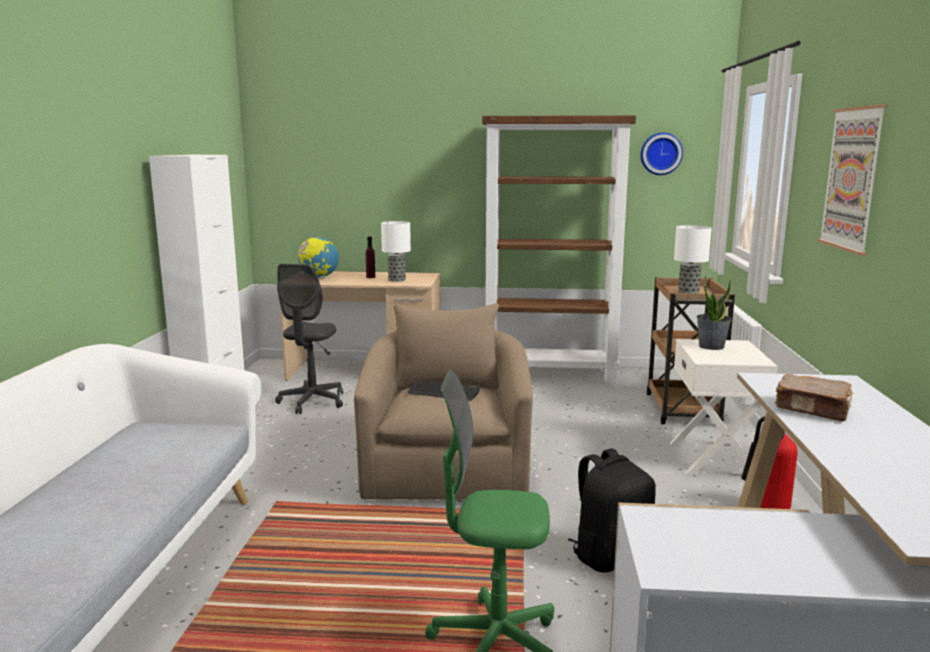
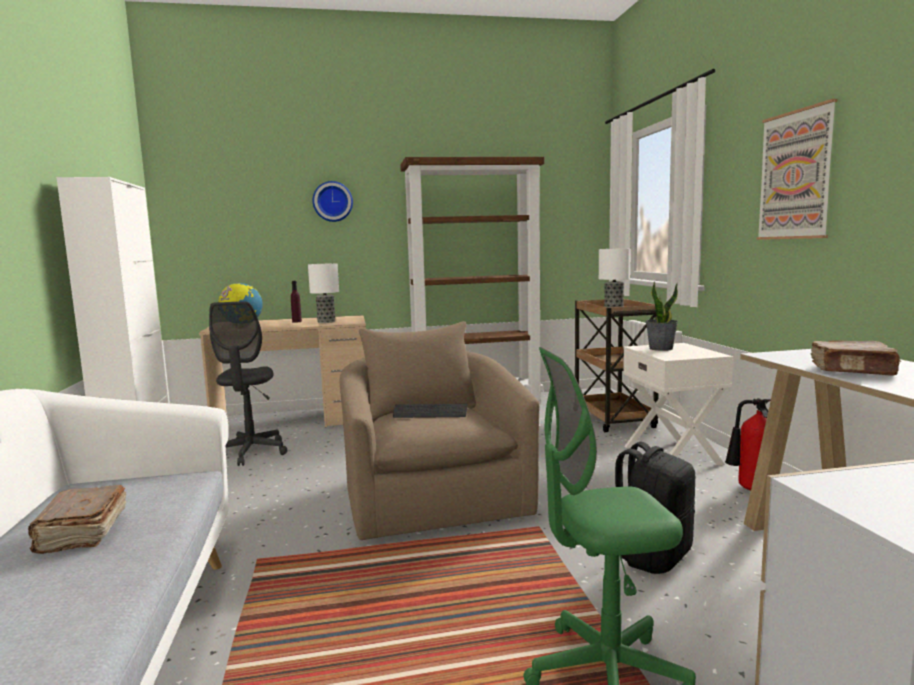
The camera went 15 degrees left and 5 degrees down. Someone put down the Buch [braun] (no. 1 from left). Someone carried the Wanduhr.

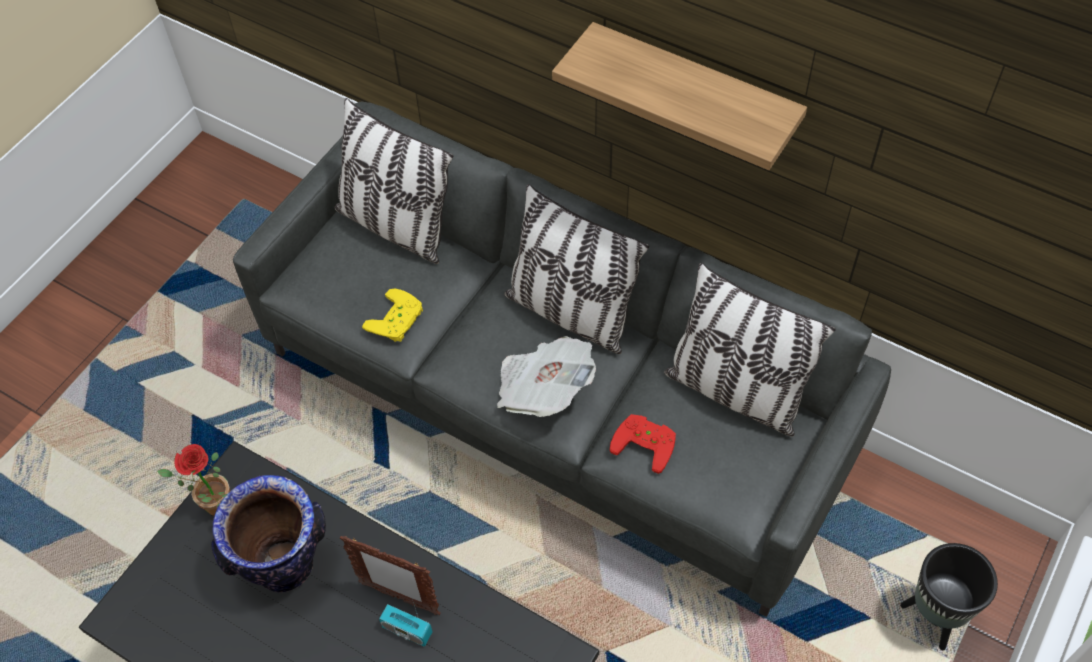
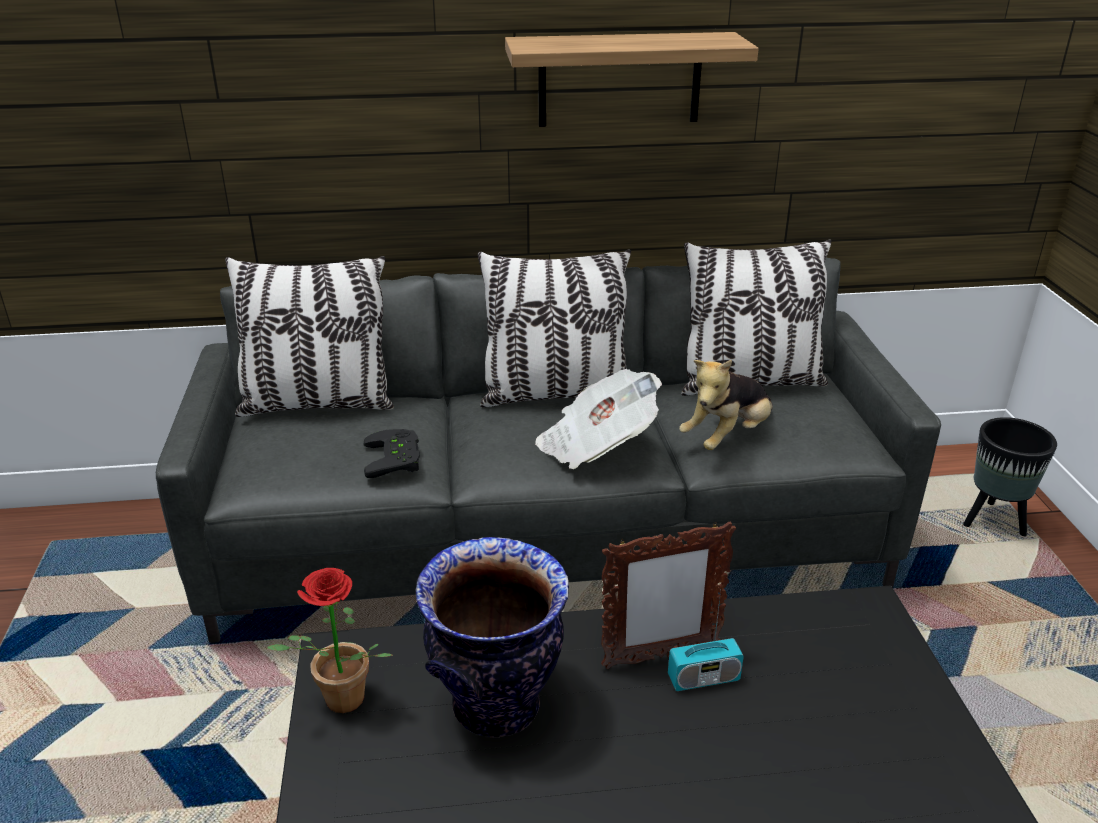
The camera went 40 degrees left and 25 degrees down. Someone swapped the Gamepad [rot] for the Plüschtier. Someone repainted the Gamepad [gelb], which became the Gamepad [schwarz].

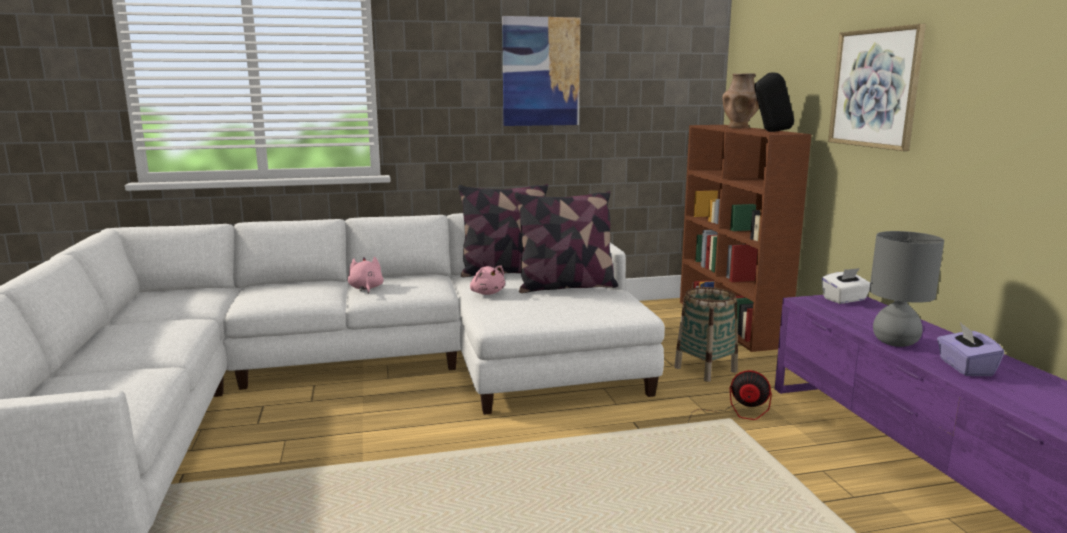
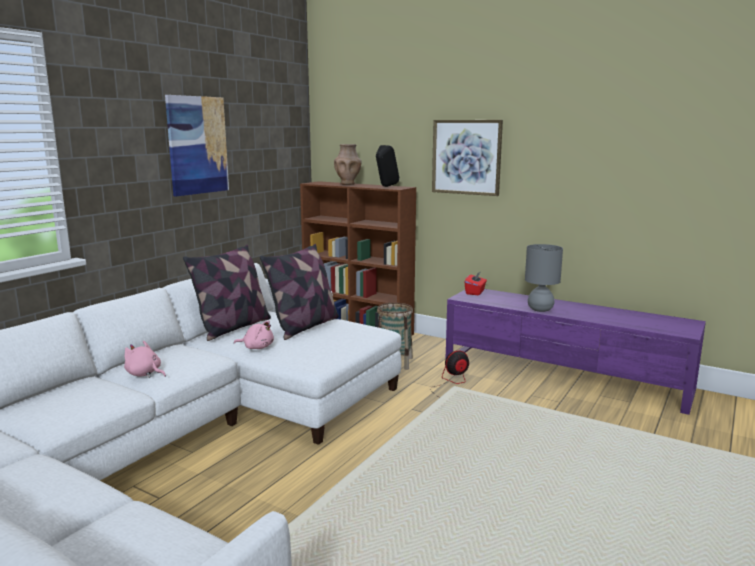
The camera went 45 degrees left and 0 degrees up. Someone took away the Taschentuchbox [lila]. Someone repainted the Taschentuchbox [weiß], which became the Taschentuchbox [rot].

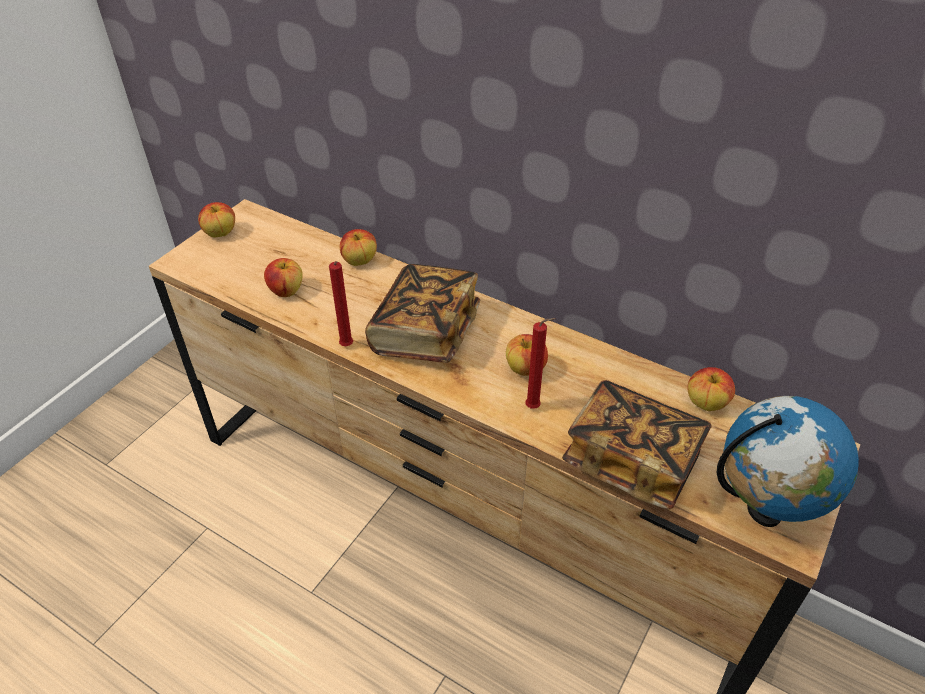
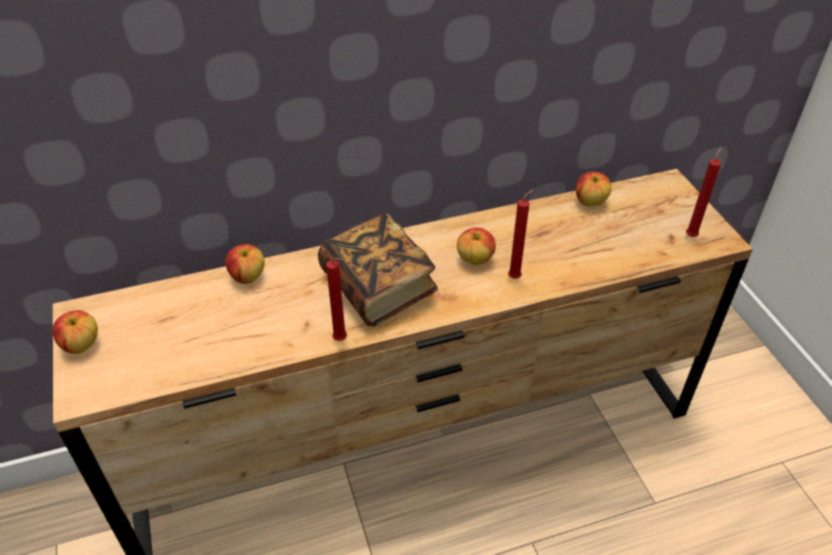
The camera went 50 degrees left and 0 degrees up. Someone took away the Apfel (no. 2 from left). Someone took away the Buch (no. 2 from left). Someone swapped the Globus for the Kerze [rot] (no. 3 from left).

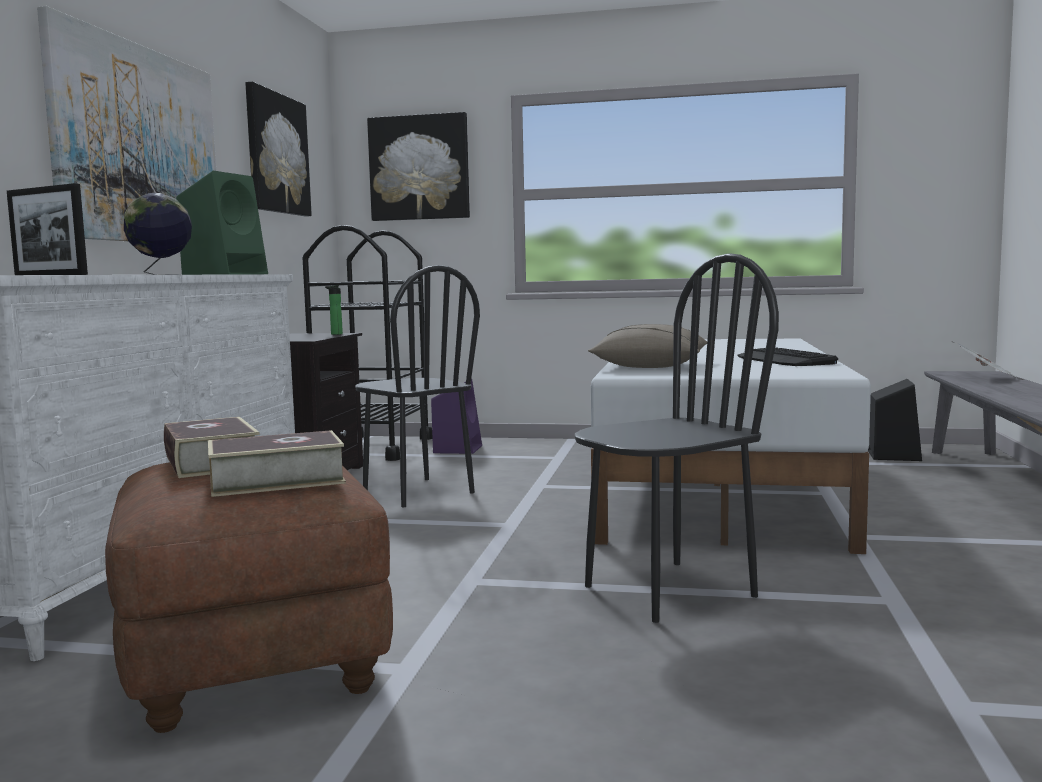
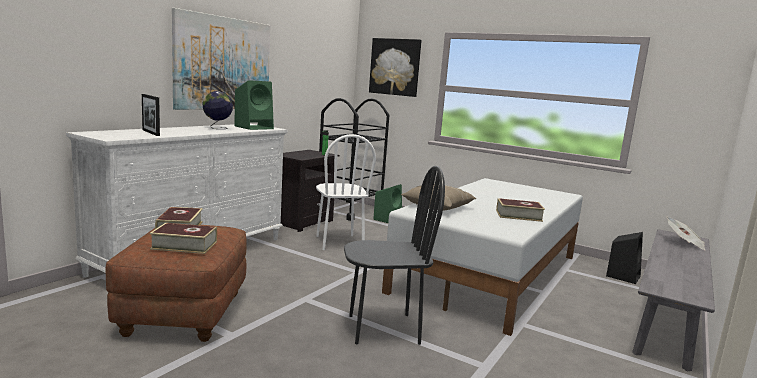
The camera went 20 degrees right and 5 degrees up. Someone took away the Bild (no. 2 from left). Someone swapped the Tastatur for the Buch (no. 3 from left). Someone repainted the Stuhl [schwarz] (no. 1 from left), which became the Stuhl [weiß]. Someone repainted the Lautsprecher [lila], which became the Lautsprecher [grün] (no. 2 from left).

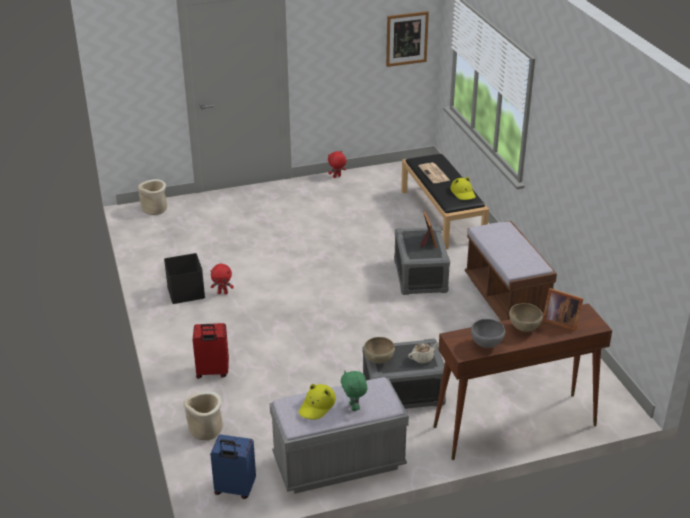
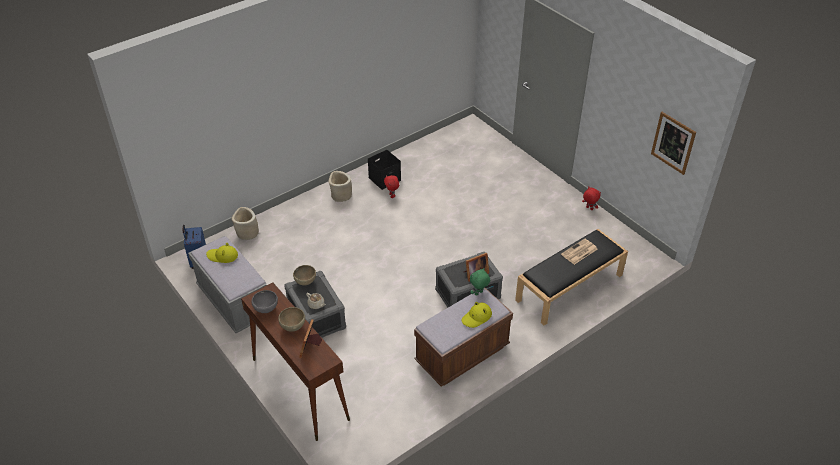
The camera went 70 degrees right and 10 degrees up. Someone took away the Koffer [rot]. Someone carried the Pflanzkübel [beige] (no. 1 from left in the first image). Someone carried the Plüschtier [grün]. Someone carried the Hut [gelb] (no. 2 from left).

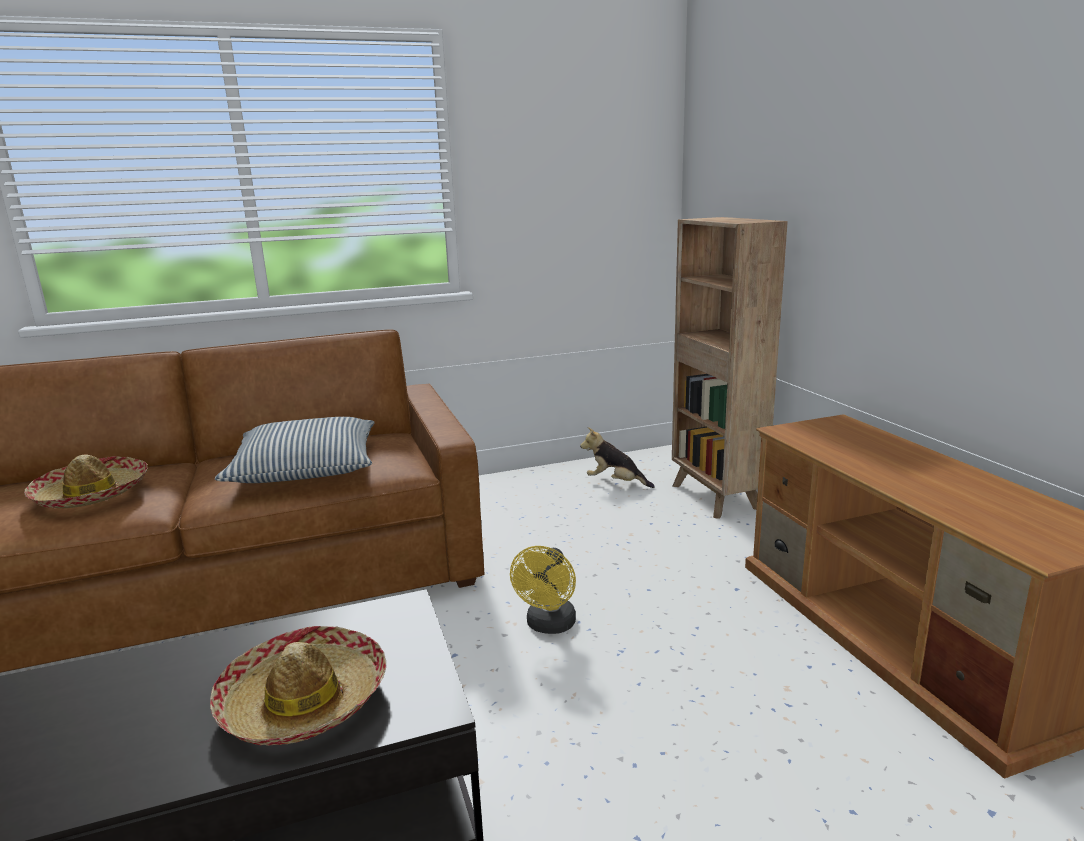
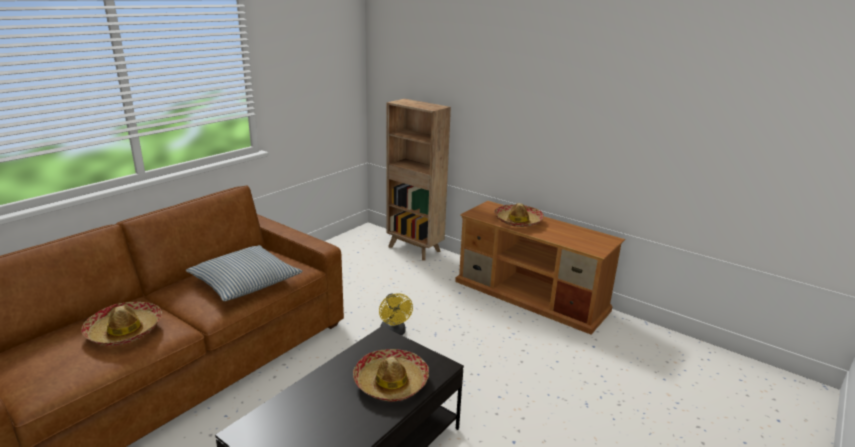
The camera went 35 degrees left and 5 degrees up. Someone took away the Plüschtier. Someone put down the Hut (no. 3 from left).

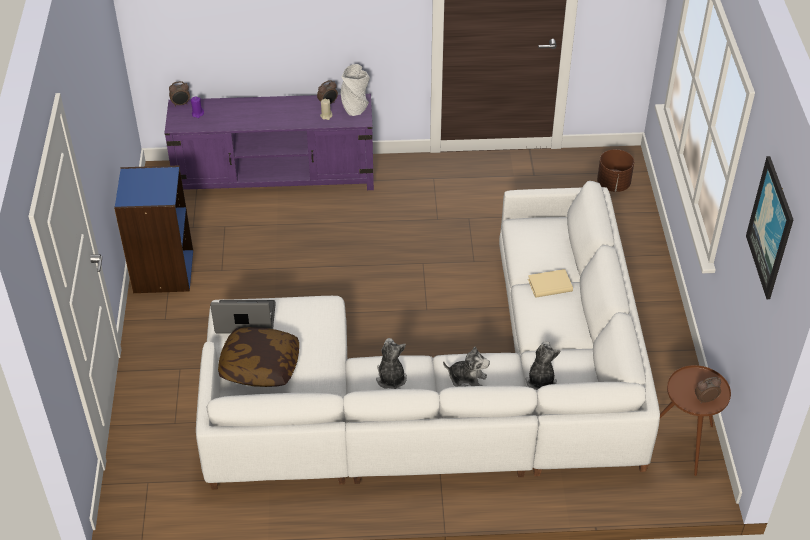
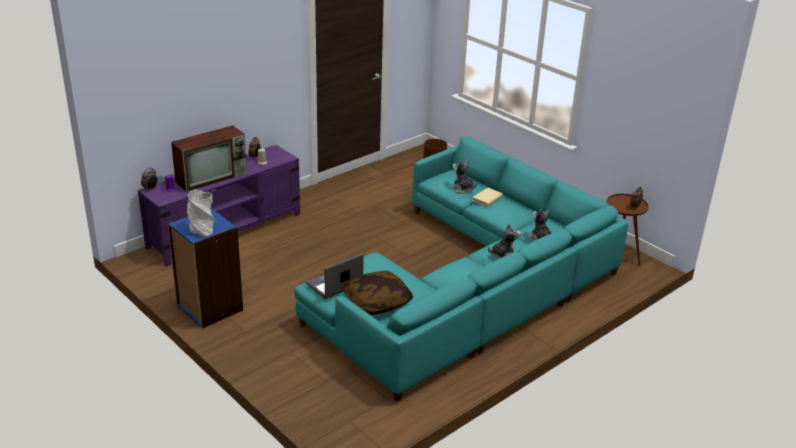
The camera went 40 degrees left and 15 degrees down. Someone took away the Bild. Someone put down the Fernseher. Someone carried the Vase [grau]. Someone carried the Plüschtier (no. 1 from left). Someone repainted the Sofa [weiß], which became the Sofa [türkis].

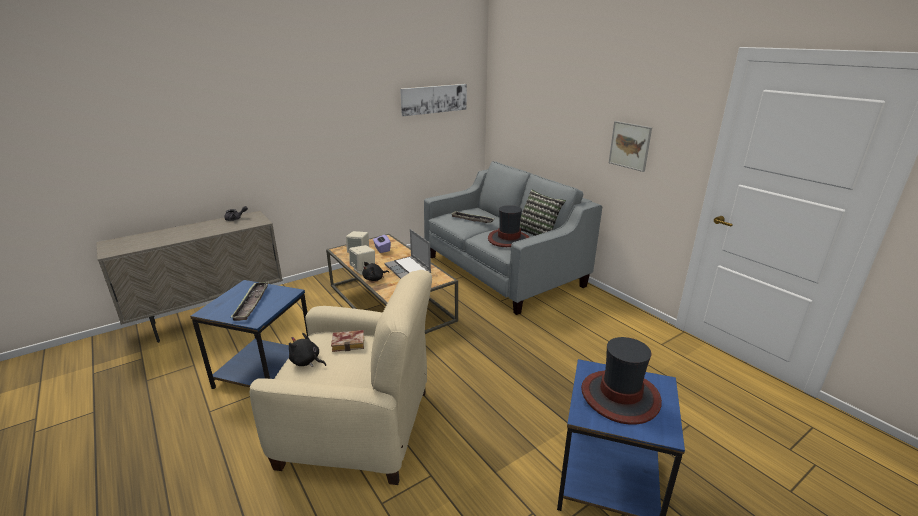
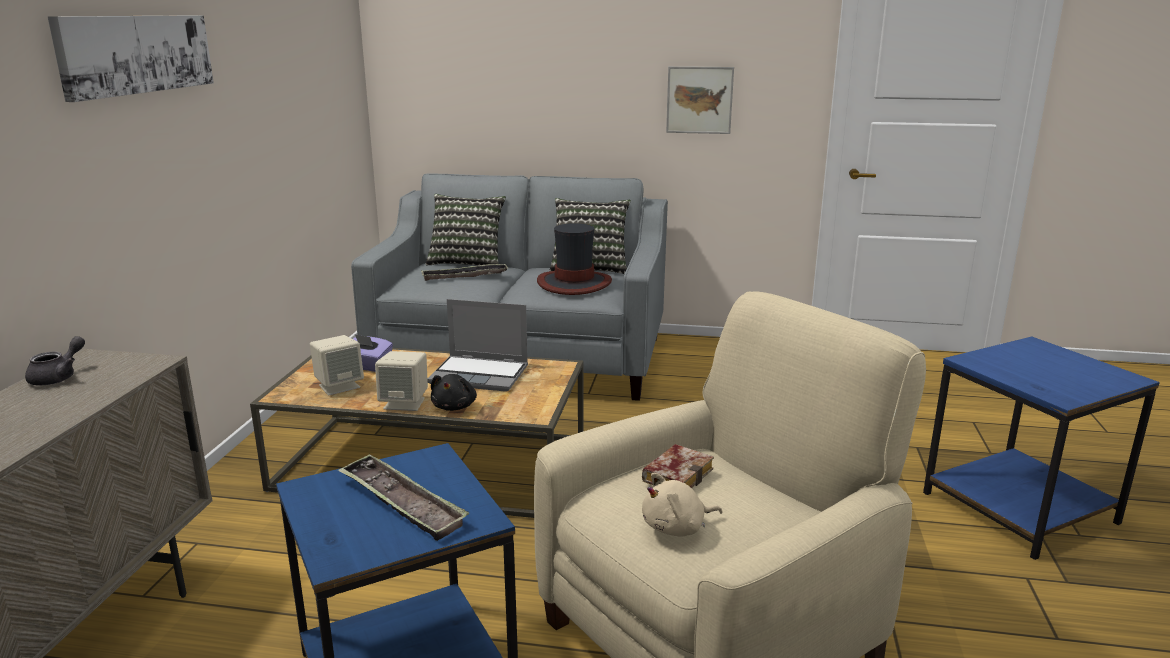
The camera went 45 degrees left and 5 degrees down. Someone took away the Hut (no. 2 from left). Someone put down the Kissen (no. 1 from left). Someone carried the Bild (no. 1 from left). Someone repainted the Plüschtier [schwarz] (no. 1 from left), which became the Plüschtier [beige].

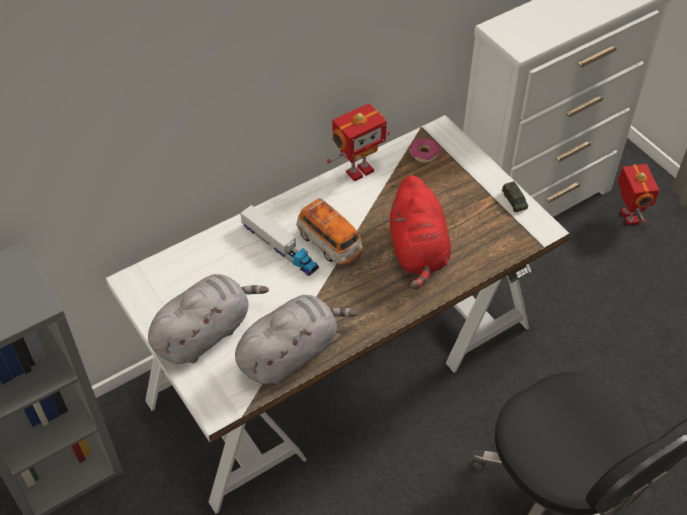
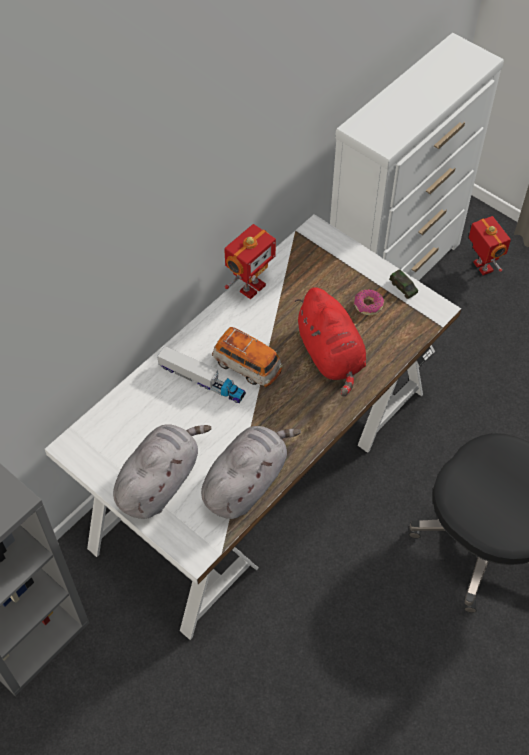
The camera went 15 degrees left and 5 degrees up. Someone carried the Donut.

